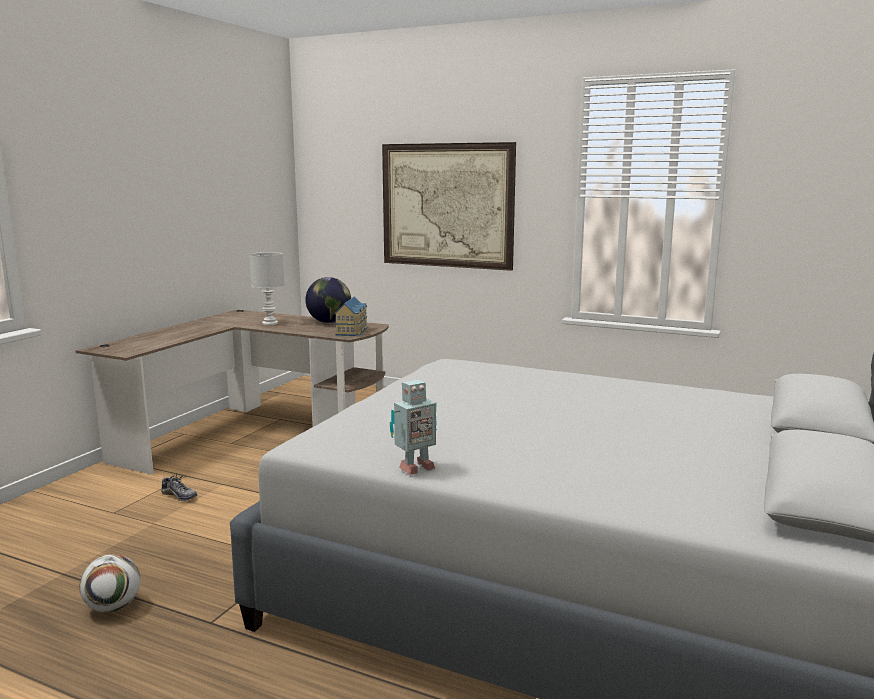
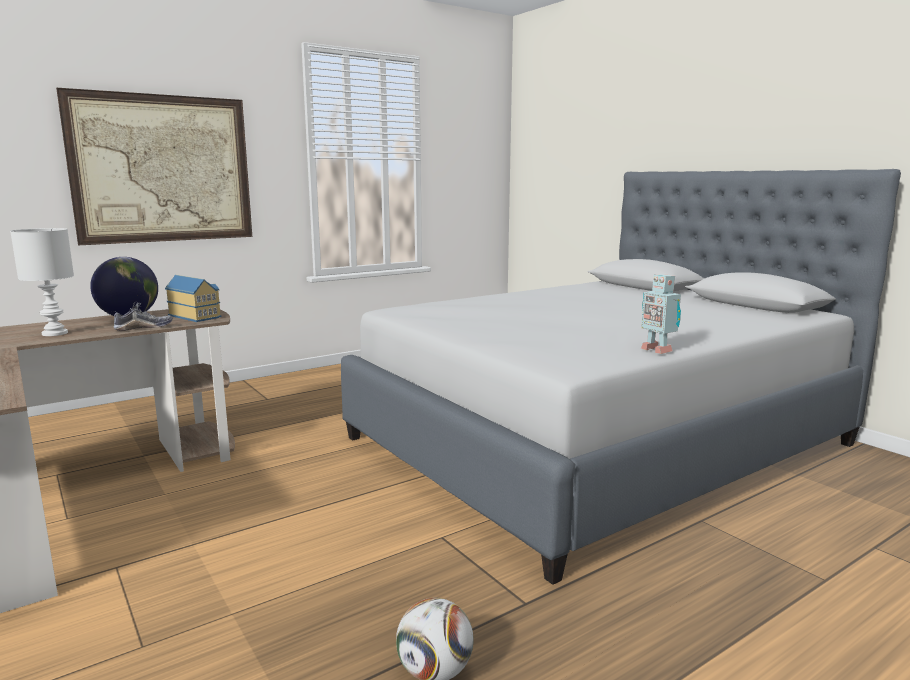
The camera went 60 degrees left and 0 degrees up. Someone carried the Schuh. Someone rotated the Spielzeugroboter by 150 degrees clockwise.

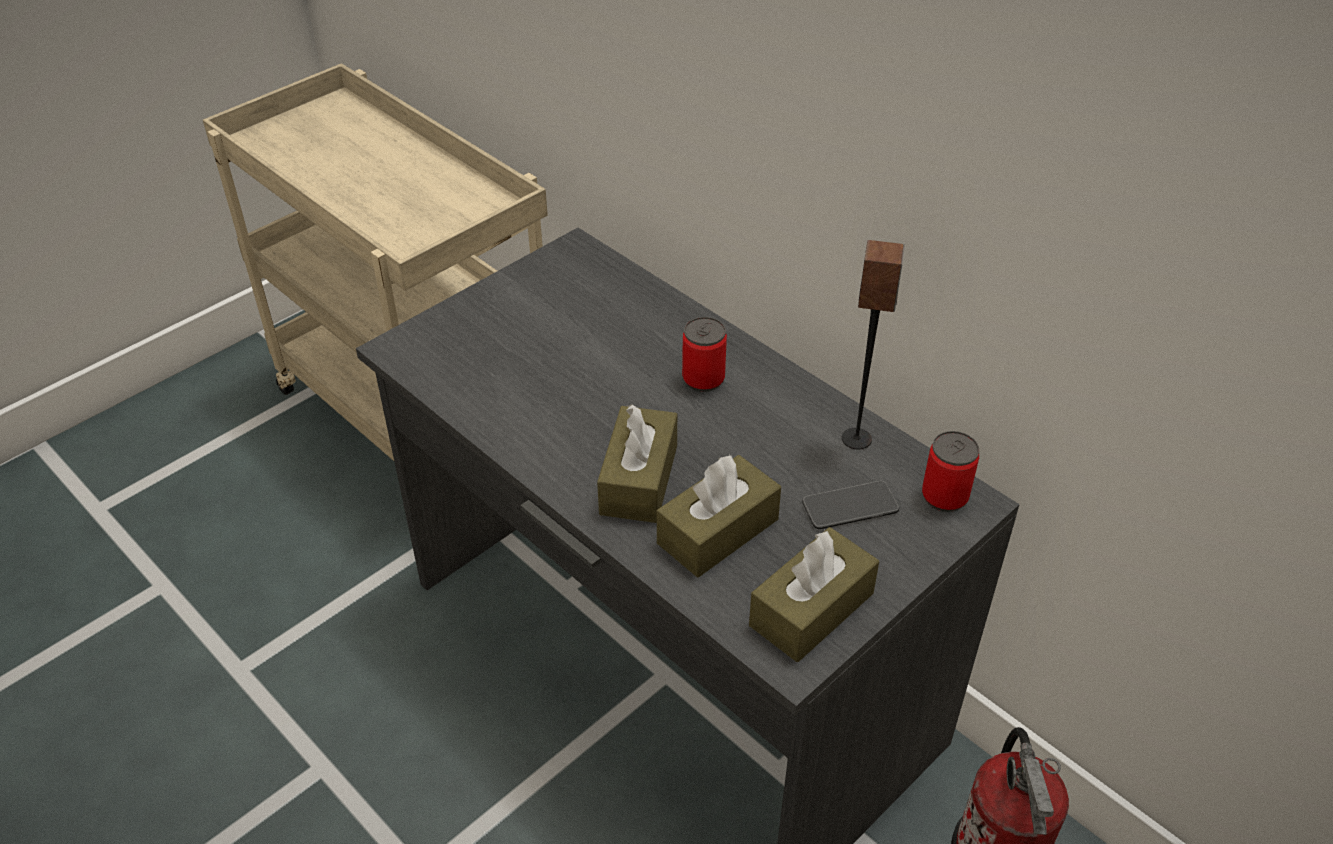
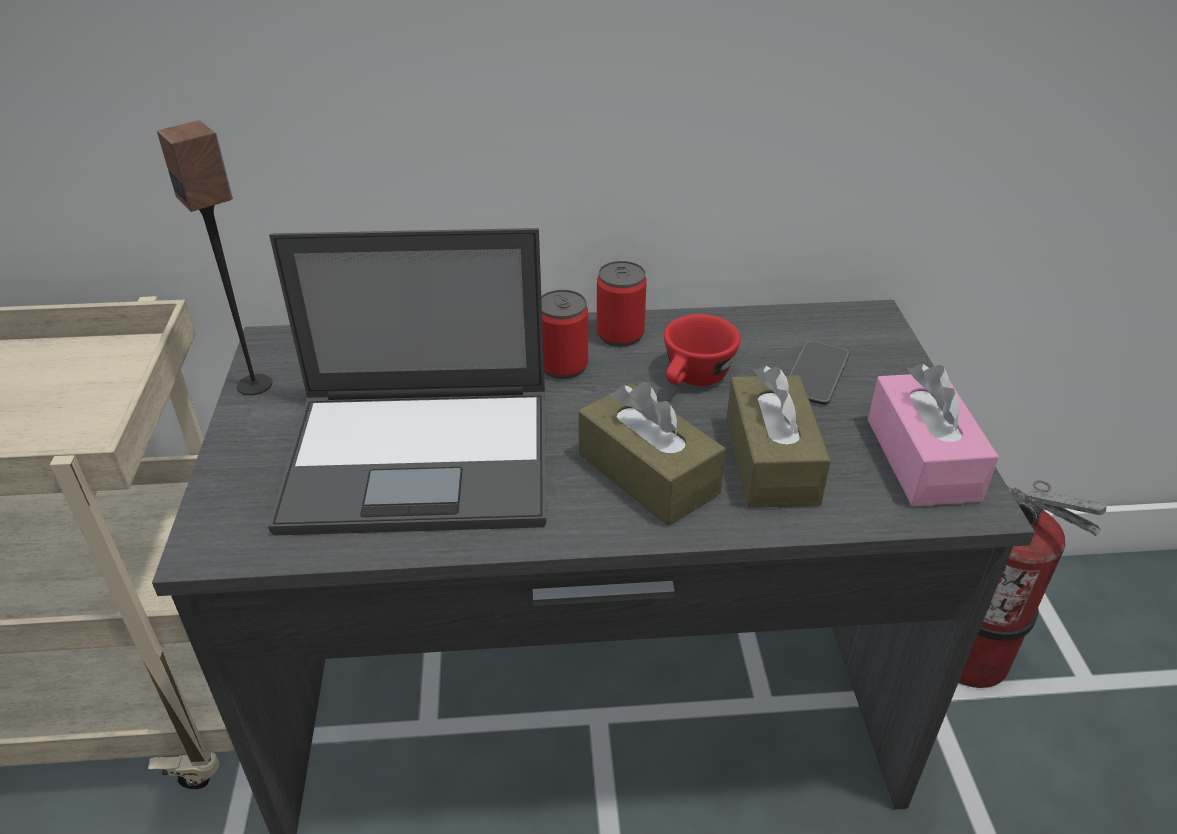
The camera went 50 degrees left and 5 degrees down. Someone put down the Laptop. Someone put down the Tasse [rot]. Someone carried the Lautsprecher. Someone carried the Dose (no. 2 from left). Someone repainted the Taschentuchbox [braun] (no. 3 from left), which became the Taschentuchbox [rosa].

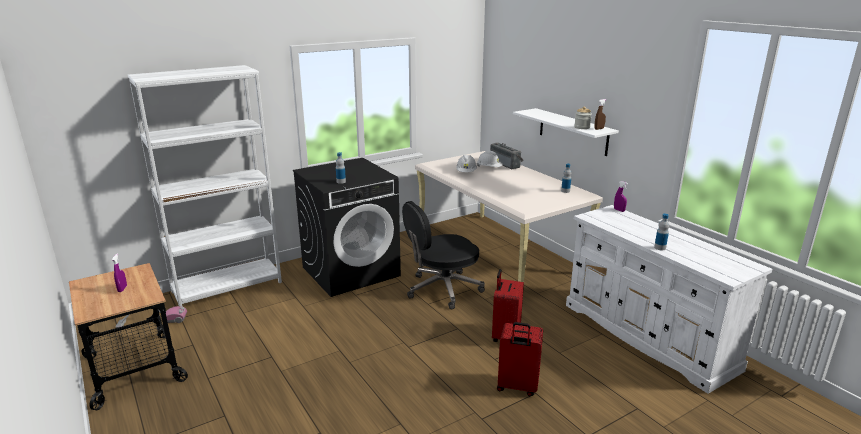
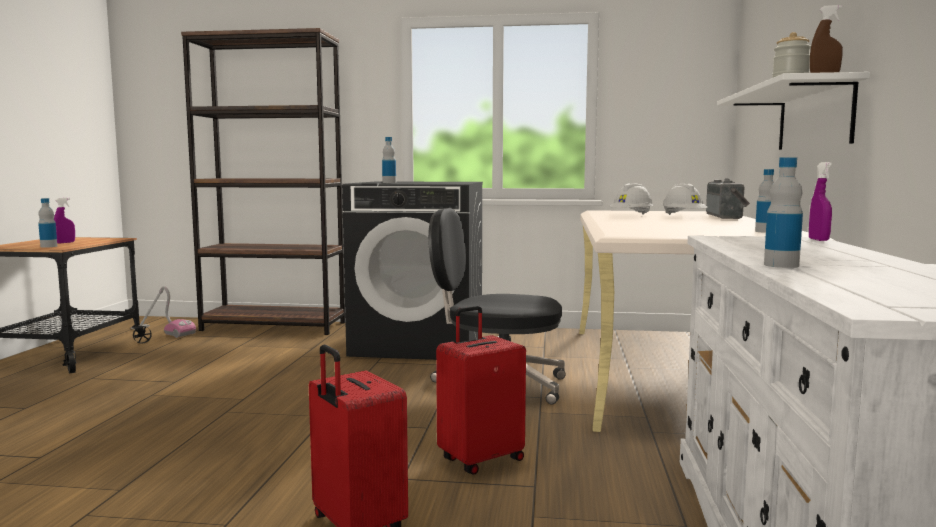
The camera went 40 degrees right and 15 degrees down. Someone put down the Flasche (no. 1 from left). Someone repainted the Bücherregal [weiß], which became the Bücherregal [braun].

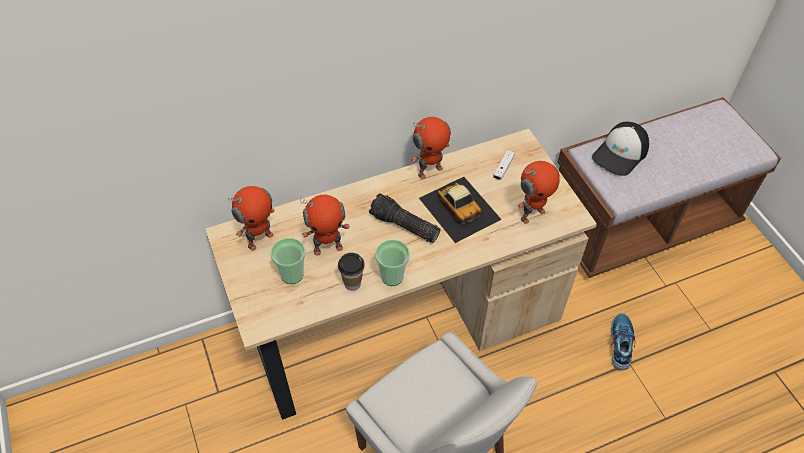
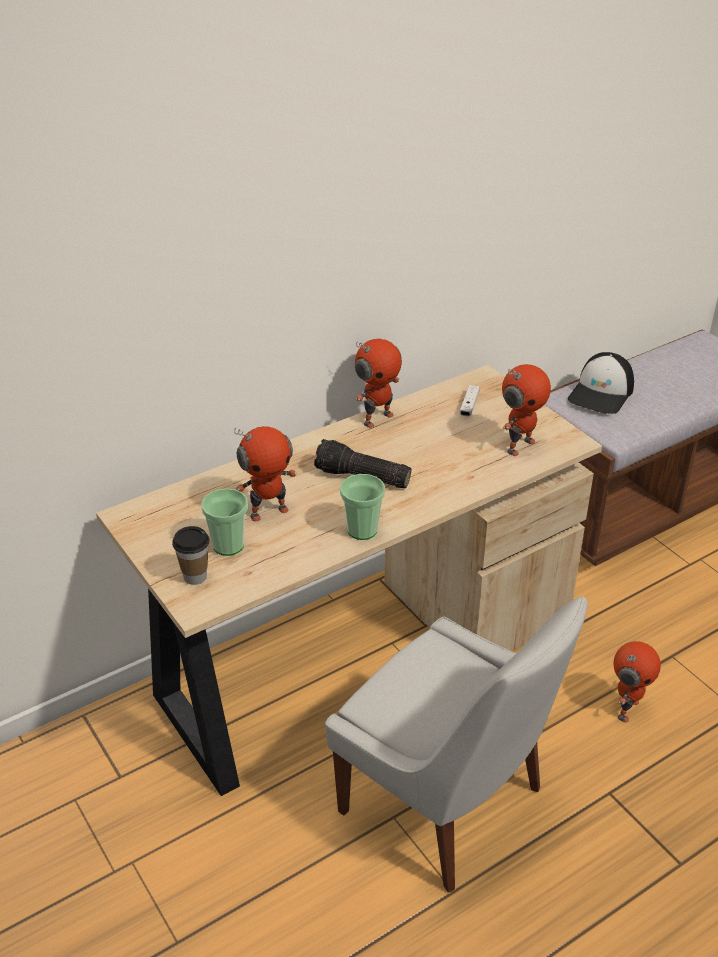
The camera went 10 degrees left and 15 degrees down. Someone took away the Spielzeugauto. Someone took away the Schuh. Someone carried the Spielzeugroboter (no. 1 from left in the first image). Someone carried the Tasse (no. 2 from left in the first image).

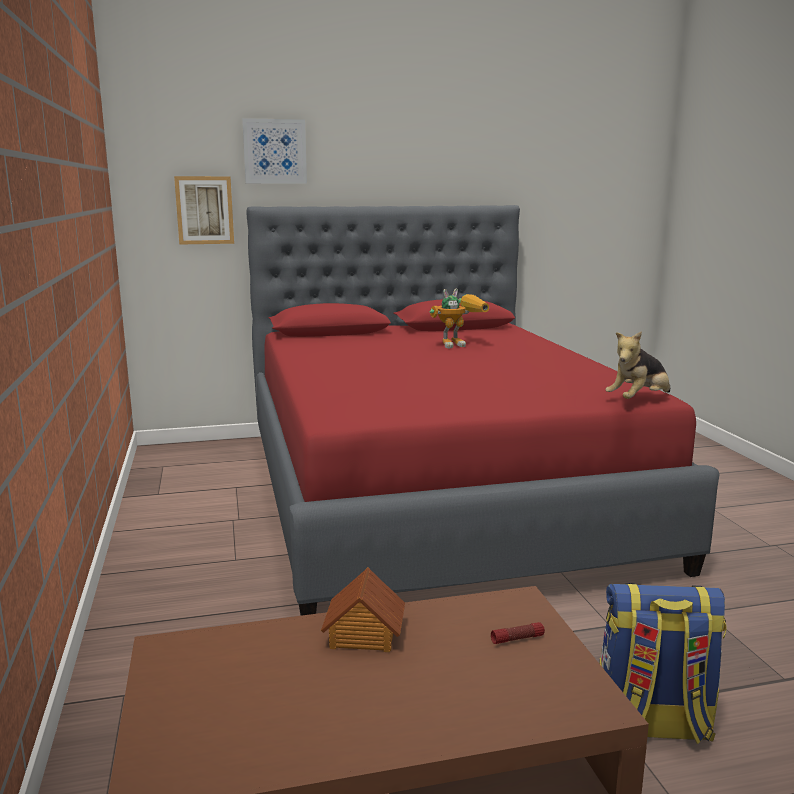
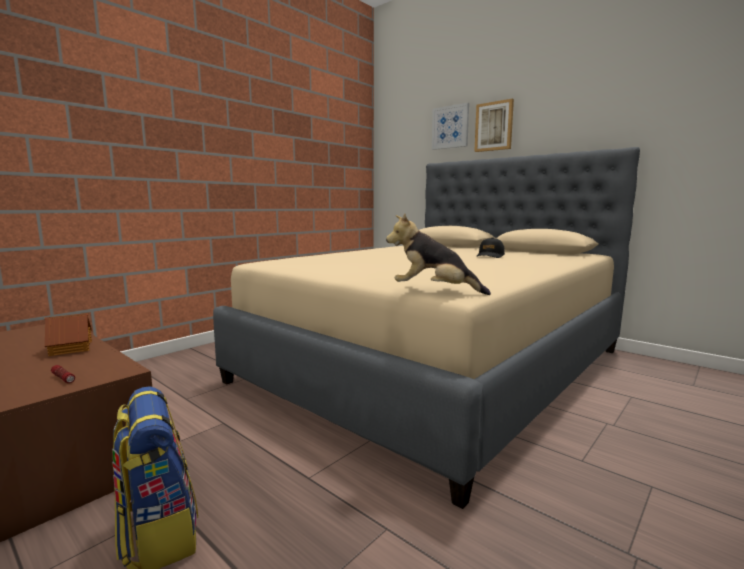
The camera went 55 degrees right and 5 degrees down. Someone carried the Bild (no. 1 from left in the first image). Someone swapped the Spielzeugroboter for the Kappe [schwarz]. Someone repainted the Bett [rot], which became the Bett [beige].

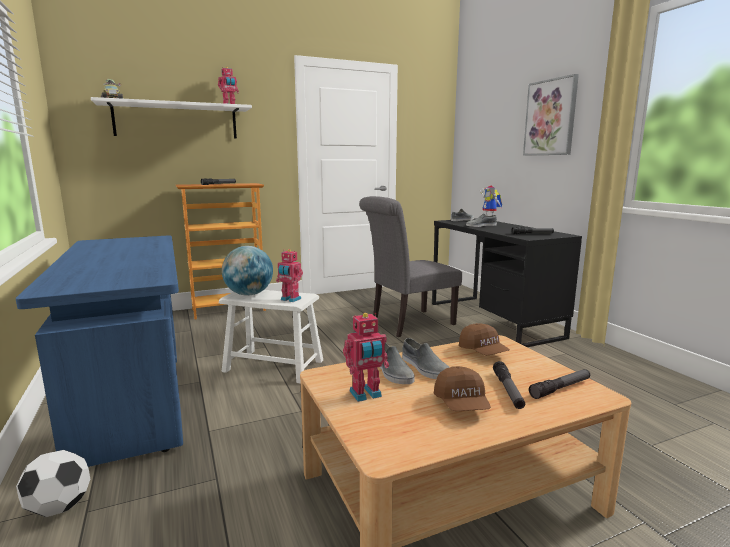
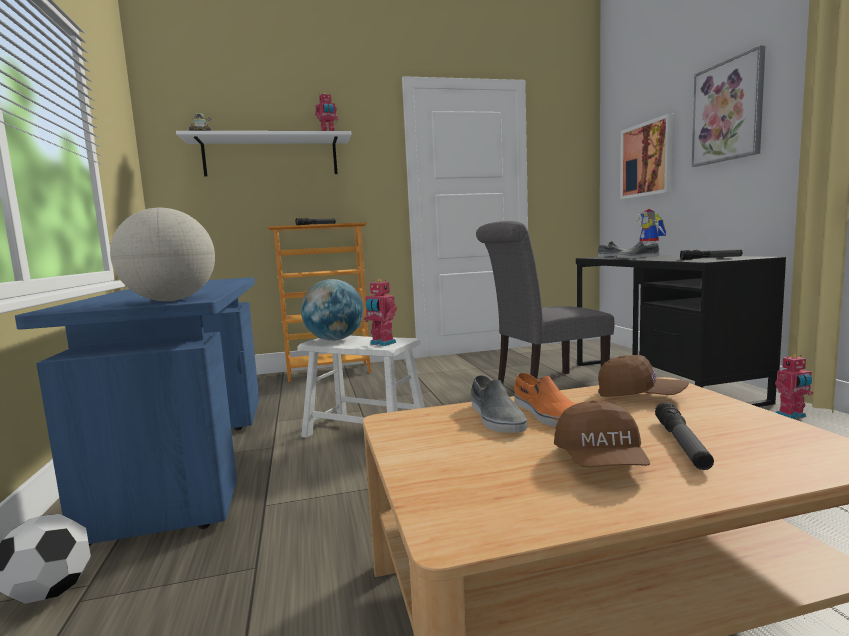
The camera went 10 degrees right and 5 degrees down. Someone took away the Taschenlampe (no. 4 from left). Someone put down the Globus (no. 1 from left). Someone put up the Bild (no. 1 from left). Someone carried the Spielzeugroboter (no. 3 from left in the first image). Someone repainted the Schuh [grau] (no. 2 from left), which became the Schuh [orange]. Someone rotated the Kappe [braun] (no. 2 from left) by 45 degrees counterclockwise.

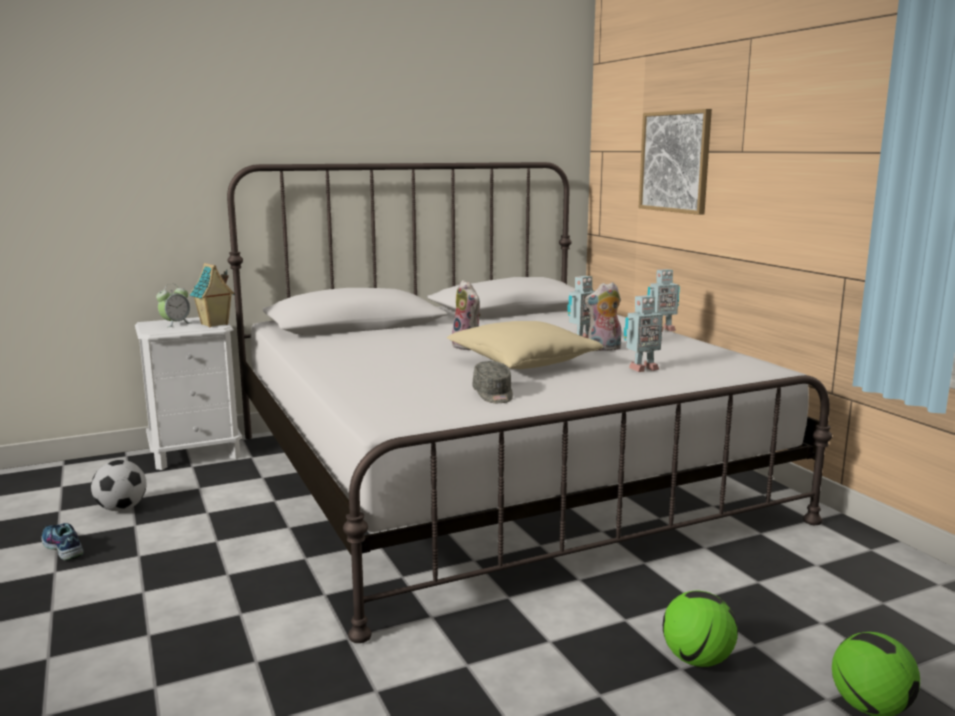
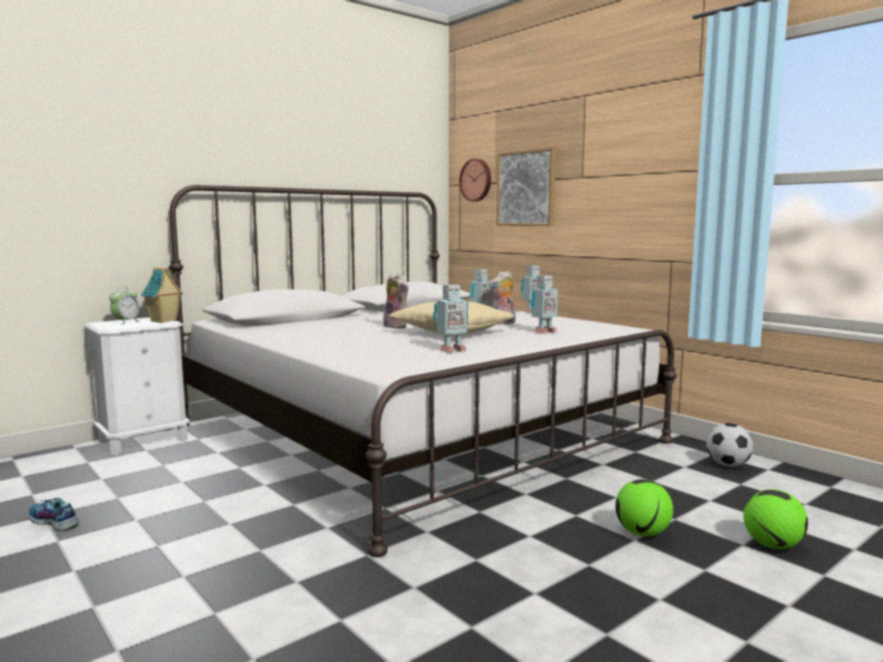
The camera went 15 degrees left and 5 degrees down. Someone put up the Wanduhr. Someone carried the Fußball (no. 1 from left in the first image). Someone swapped the Kappe [grau] for the Spielzeugroboter (no. 1 from left).

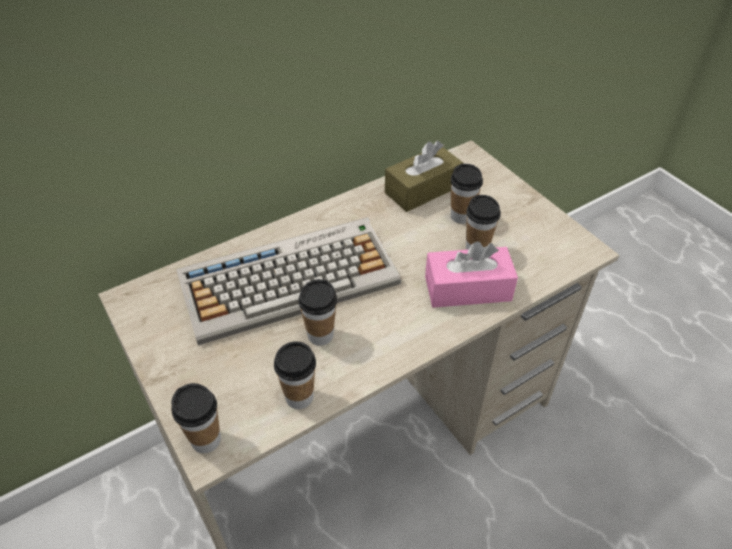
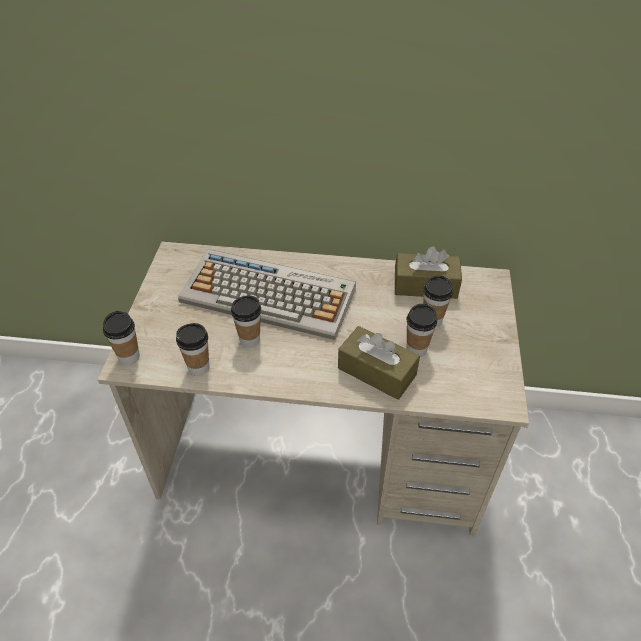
The camera went 40 degrees right and 0 degrees up. Someone repainted the Taschentuchbox [rosa], which became the Taschentuchbox [braun] (no. 1 from left).

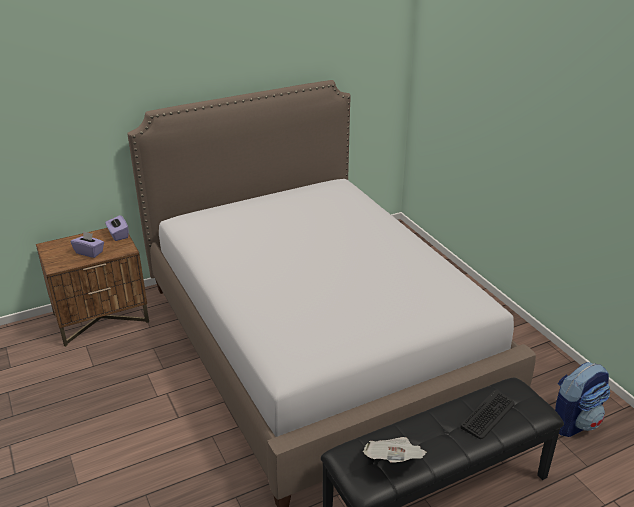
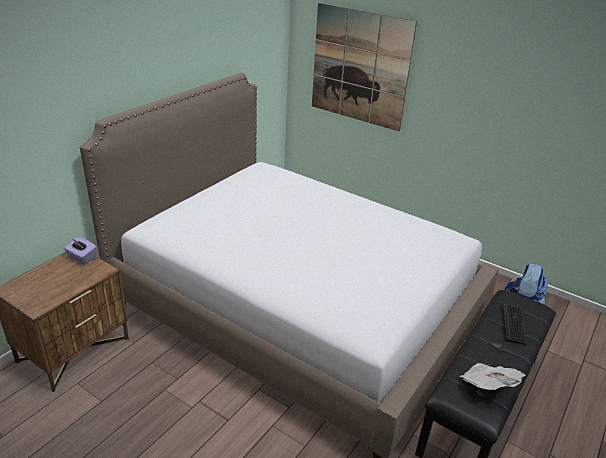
The camera went 30 degrees left and 0 degrees up. Someone took away the Taschentuchbox [lila] (no. 1 from left). Someone put up the Bild.

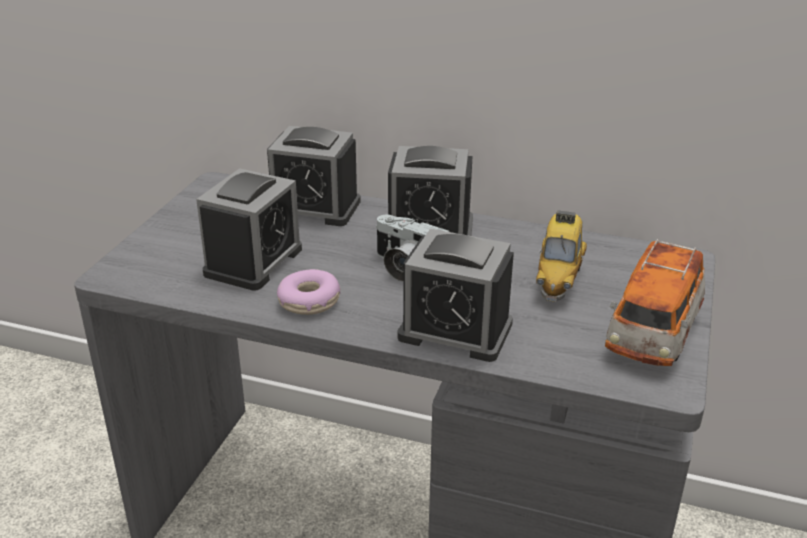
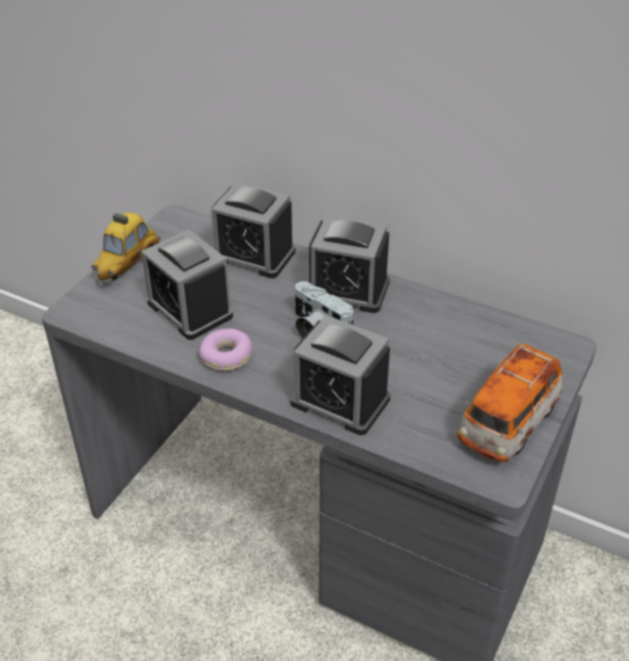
The camera went 10 degrees right and 10 degrees up. Someone carried the Spielzeugauto (no. 1 from left). Someone rotated the Wecker (no. 1 from left) by 105 degrees clockwise.

